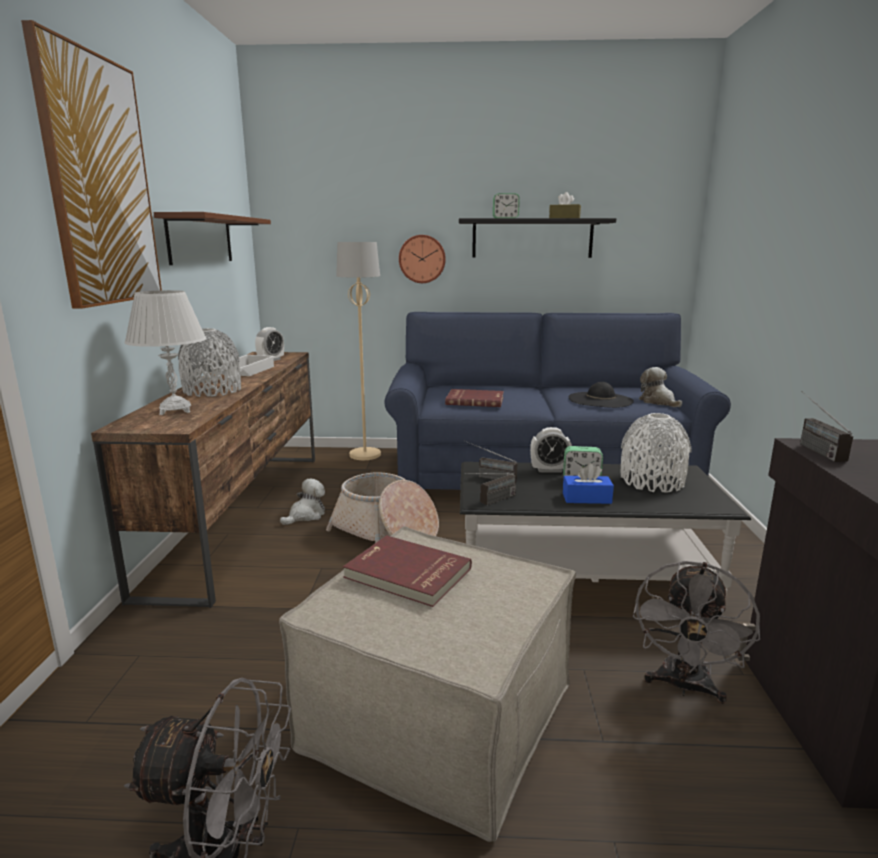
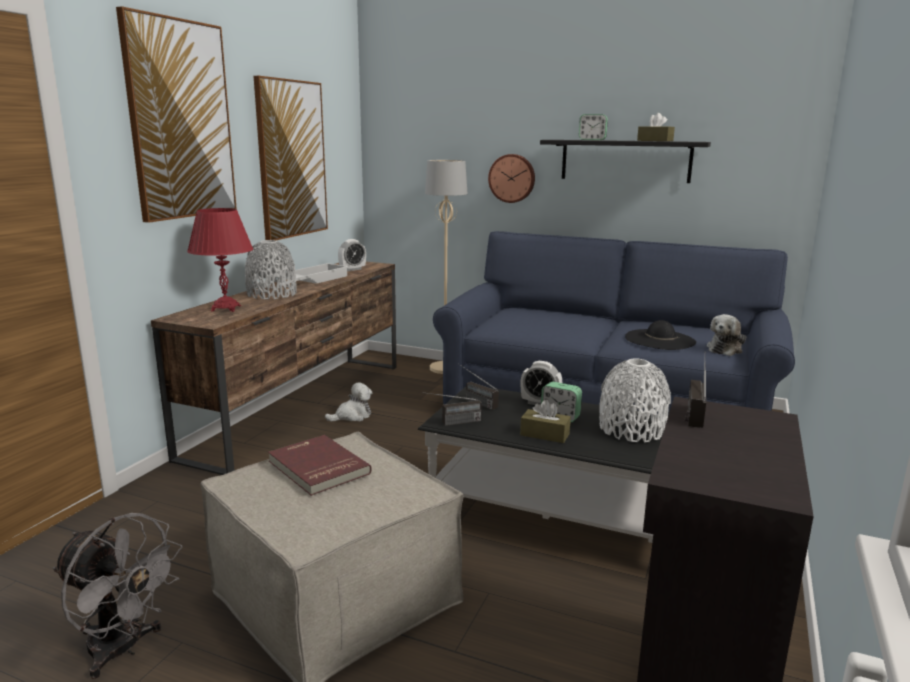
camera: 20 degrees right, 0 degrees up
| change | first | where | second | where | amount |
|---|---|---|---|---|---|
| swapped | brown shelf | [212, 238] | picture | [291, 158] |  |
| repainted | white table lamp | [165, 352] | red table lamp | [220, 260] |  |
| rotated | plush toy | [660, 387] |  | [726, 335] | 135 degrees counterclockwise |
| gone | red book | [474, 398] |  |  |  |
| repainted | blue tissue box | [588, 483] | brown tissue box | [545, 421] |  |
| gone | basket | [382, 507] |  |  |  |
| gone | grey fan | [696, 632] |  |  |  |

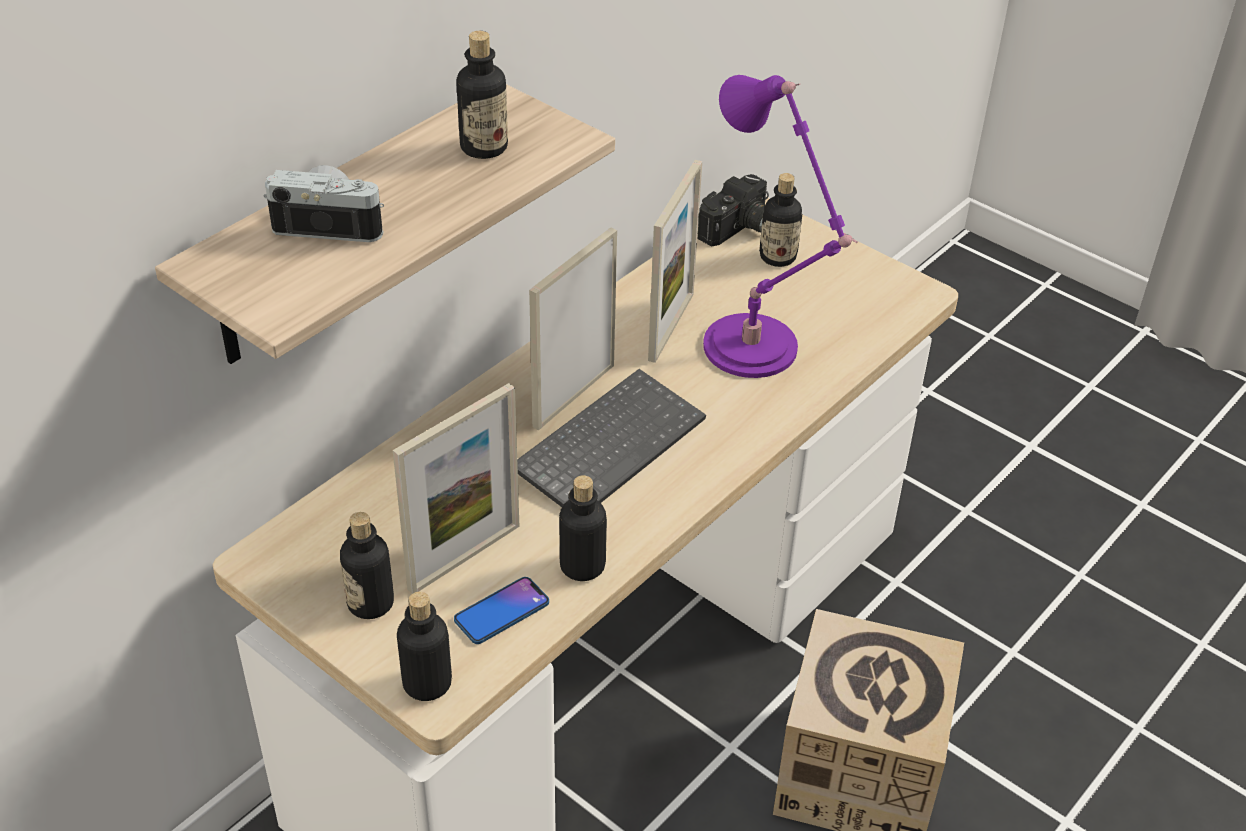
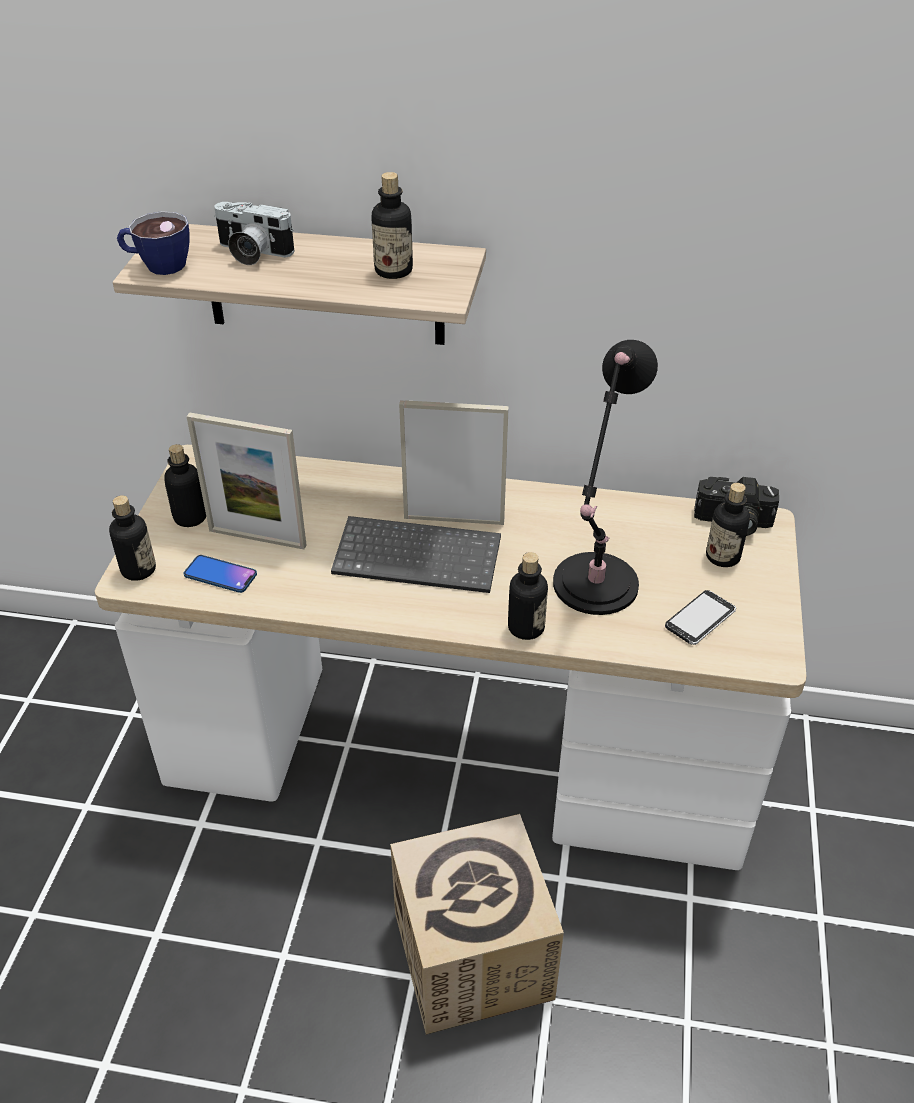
camera: 60 degrees right, 0 degrees up
| change | first | where | second | where | amount |
|---|---|---|---|---|---|
| repainted | purple table lamp | [780, 226] | black table lamp | [605, 477] |  |
| gone | picture frame | [675, 261] |  |  |  |
| rotated | photo camera | [323, 203] |  | [254, 233] | 135 degrees clockwise |
| shifted | bottle | [583, 528] |  | [528, 596] |  |
| new |  |  | cup | [153, 243] |  |
| new |  |  | phone | [700, 617] |  |

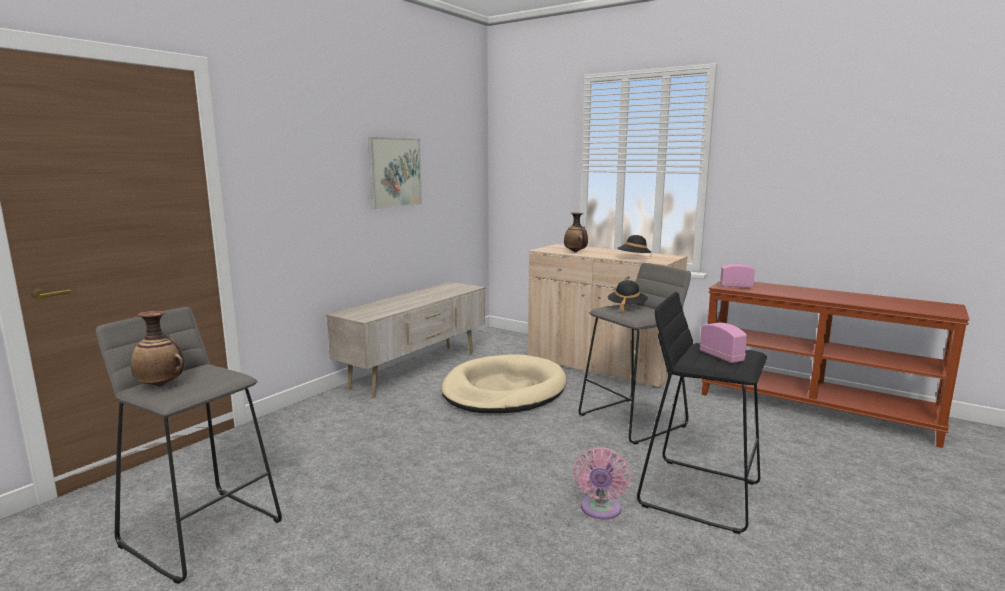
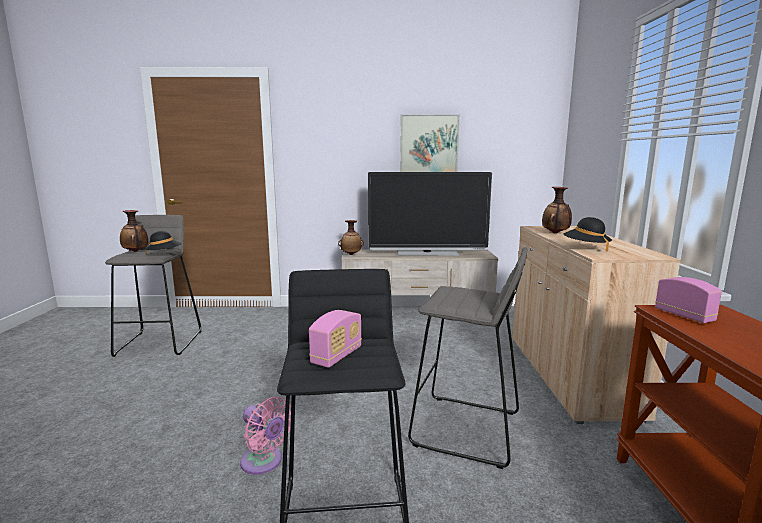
camera: 55 degrees right, 0 degrees up
| change | first | where | second | where | amount |
|---|---|---|---|---|---|
| shifted | black hat | [628, 296] |  | [163, 243] |  |
| gone | beige dog bed | [503, 383] |  |  |  |
| rotated | pink fan | [601, 483] |  | [265, 436] | 120 degrees counterclockwise |
| new |  |  | television | [430, 214] |  |
| new |  |  | vase | [351, 237] |  |

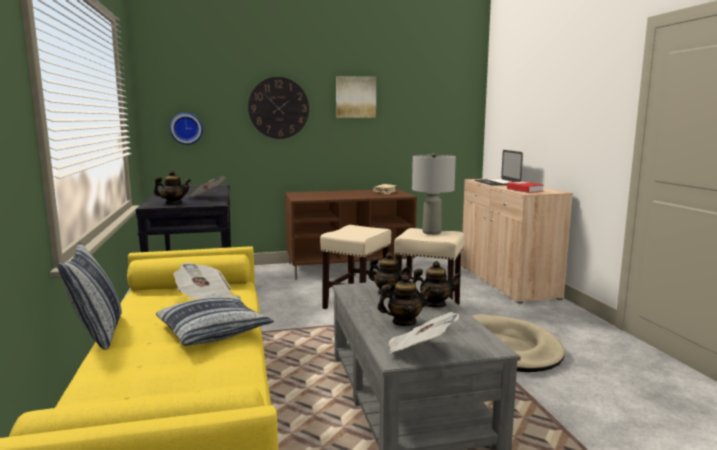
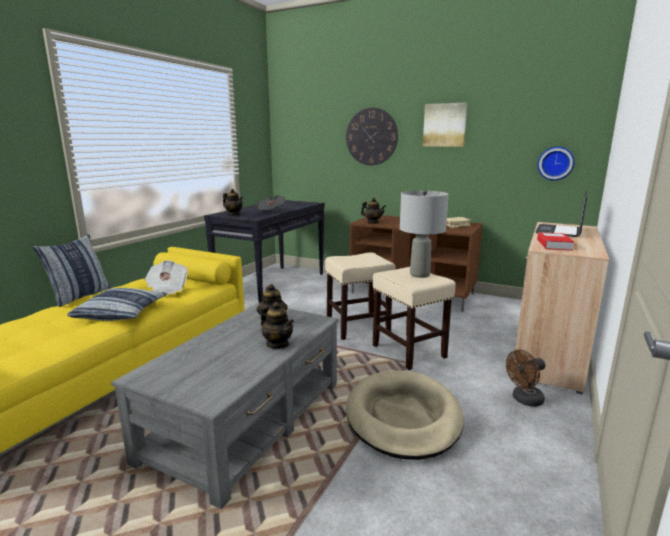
camera: 40 degrees right, 5 degrees up
| change | first | where | second | where | amount |
|---|---|---|---|---|---|
| shifted | wall clock | [186, 129] |  | [556, 164] |  |
| shifted | teapot | [404, 300] |  | [373, 210] |  |
| gone | newspaper | [424, 332] |  |  |  |
| new |  |  | brown fan | [525, 378] |  |

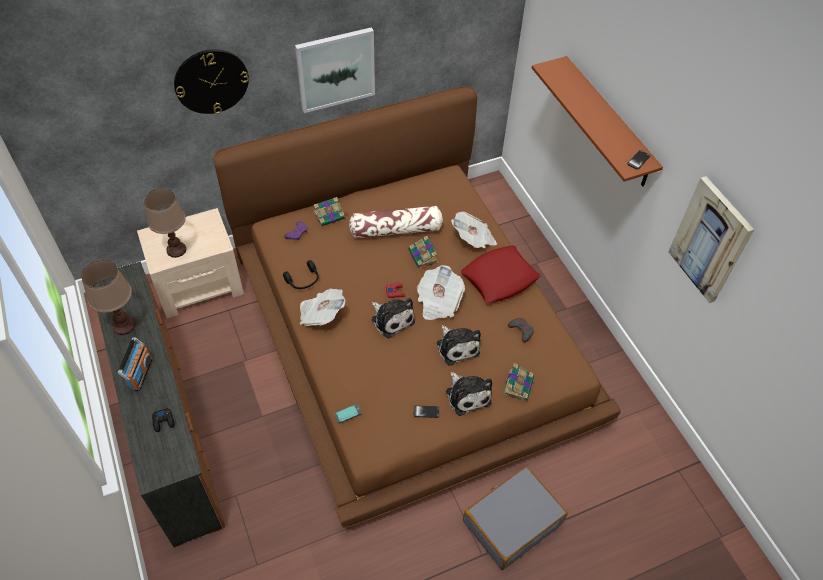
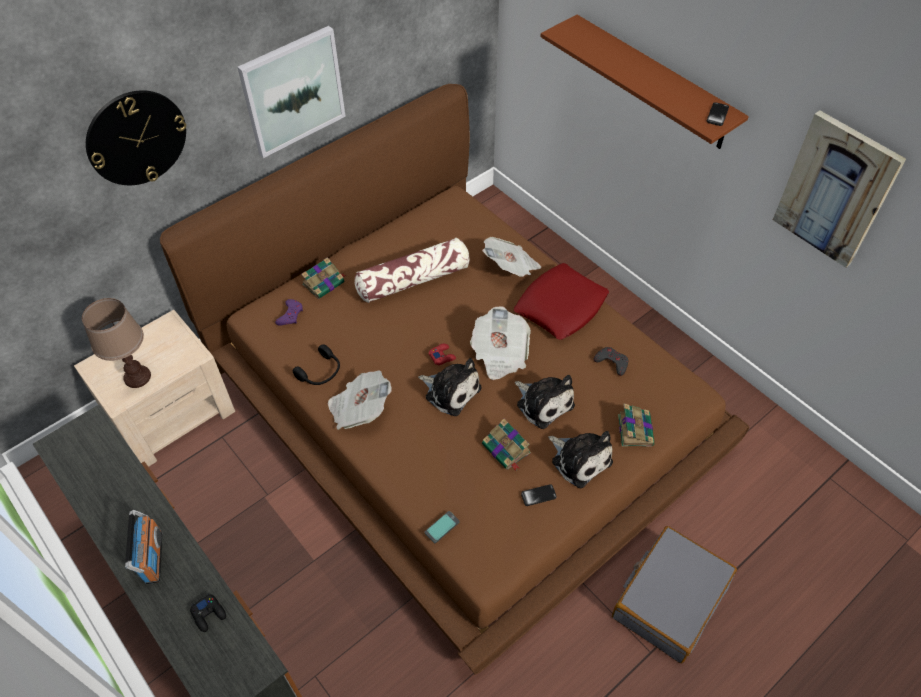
camera: 15 degrees left, 0 degrees up
| change | first | where | second | where | amount |
|---|---|---|---|---|---|
| shifted | book | [423, 253] |  | [506, 444] |  |
| gone | brown table lamp | [108, 297] |  |  |  |

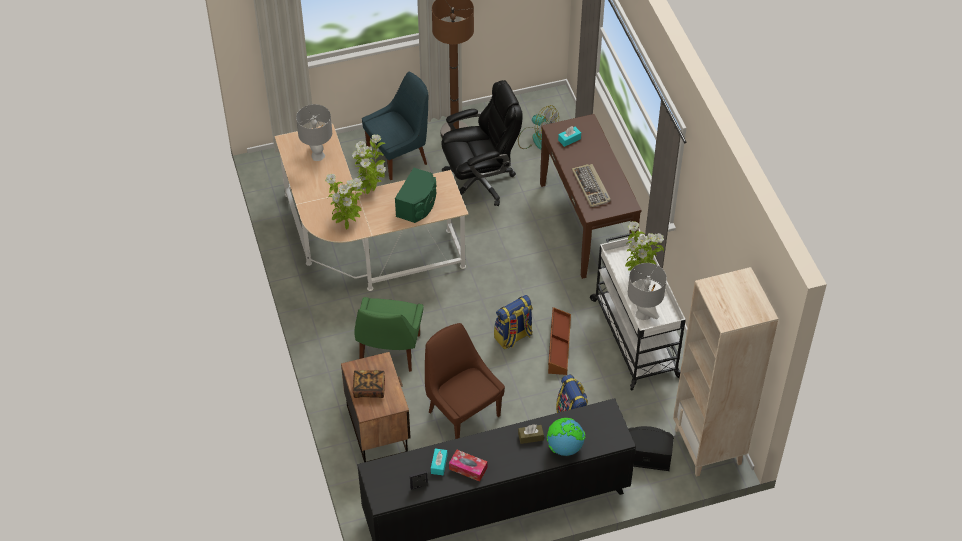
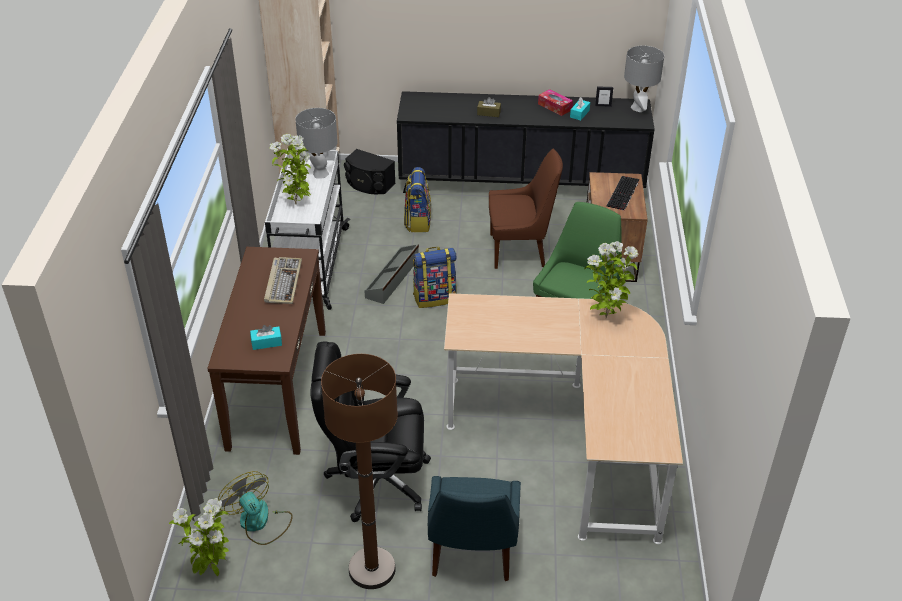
camera: 160 degrees left, 10 degrees down
| change | first | where | second | where | amount |
|---|---|---|---|---|---|
| rotated | blue chair | [395, 126] |  | [474, 528] | 75 degrees counterclockwise |
| shifted | grey table lamp | [314, 132] |  | [644, 79] |  |
| shifted | potted plant | [369, 164] |  | [199, 537] |  |
| gone | green speaker | [415, 195] |  |  |  |
| repainted | brown storage box | [559, 341] | grey storage box | [391, 274] |  |
| rotated | brown chair | [465, 381] |  | [526, 209] | 75 degrees counterclockwise |
| swapped | book | [369, 384] | keyboard | [623, 193] |  |
| gone | globe | [566, 437] |  |  |  |

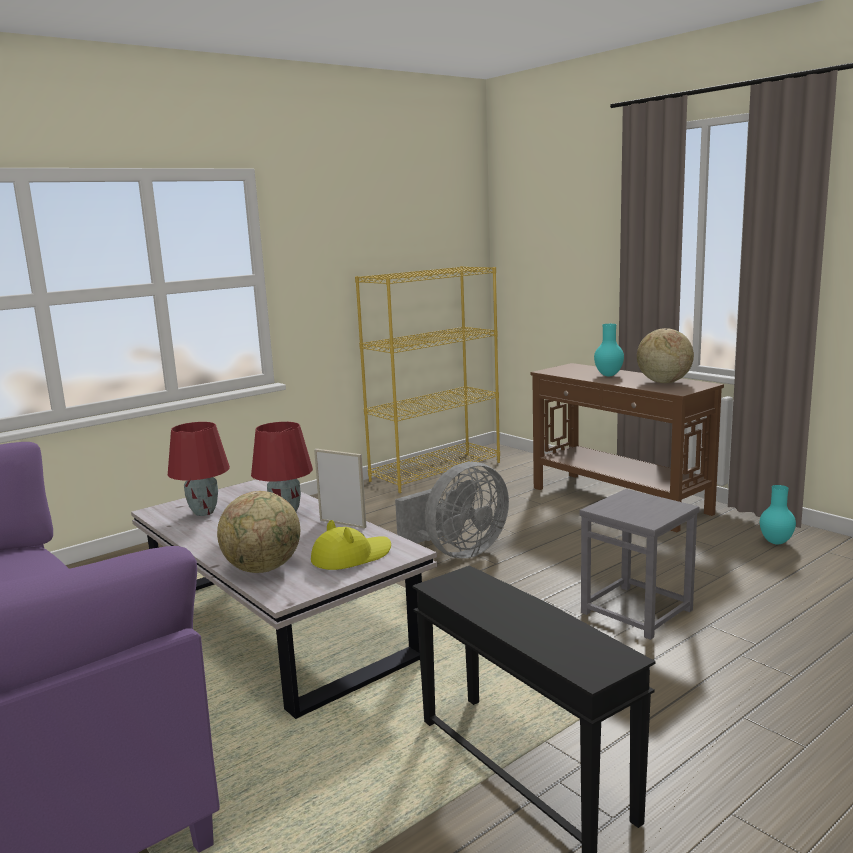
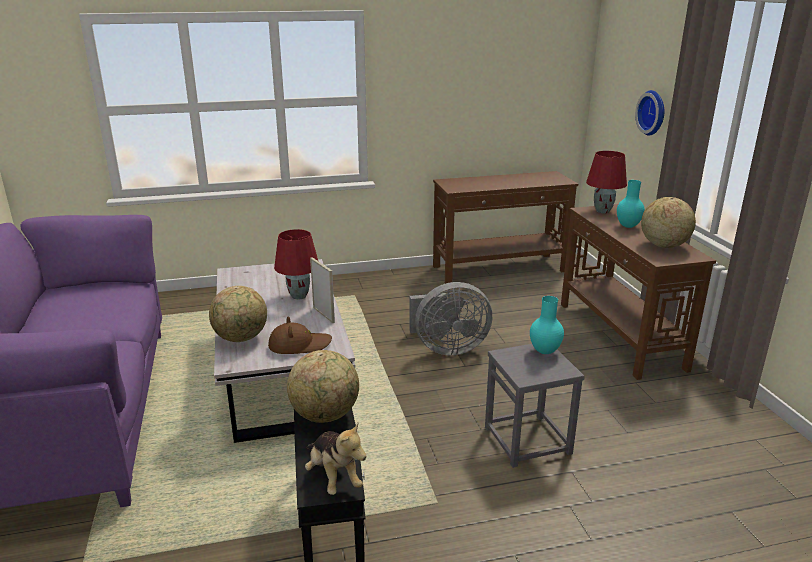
camera: 25 degrees right, 10 degrees up
| change | first | where | second | where | amount |
|---|---|---|---|---|---|
| swapped | yellow bookcase | [427, 379] | brown console table | [505, 227] |  |
| shifted | red table lamp | [199, 469] |  | [606, 182] |  |
| shifted | turquoise vase | [778, 515] |  | [547, 325] |  |
| repainted | yellow hat | [351, 545] | brown hat | [300, 335] |  |
| new |  |  | wall clock | [649, 113] |  |
| new |  |  | globe | [323, 386] |  |
| new |  |  | plush toy | [335, 459] |  |

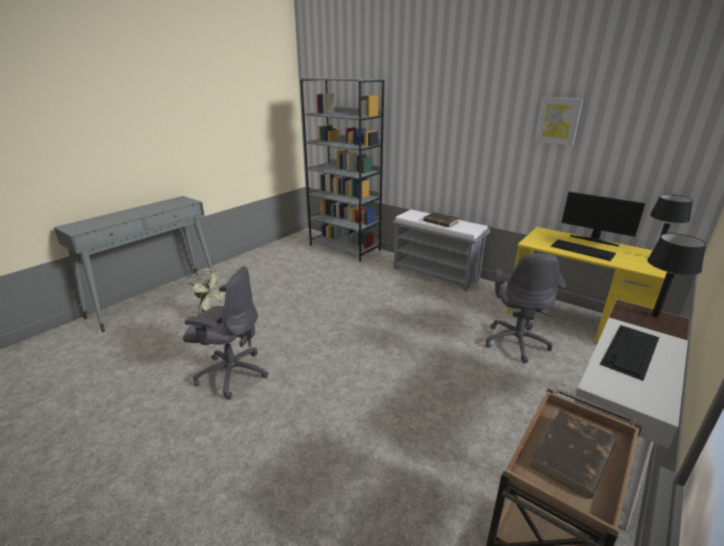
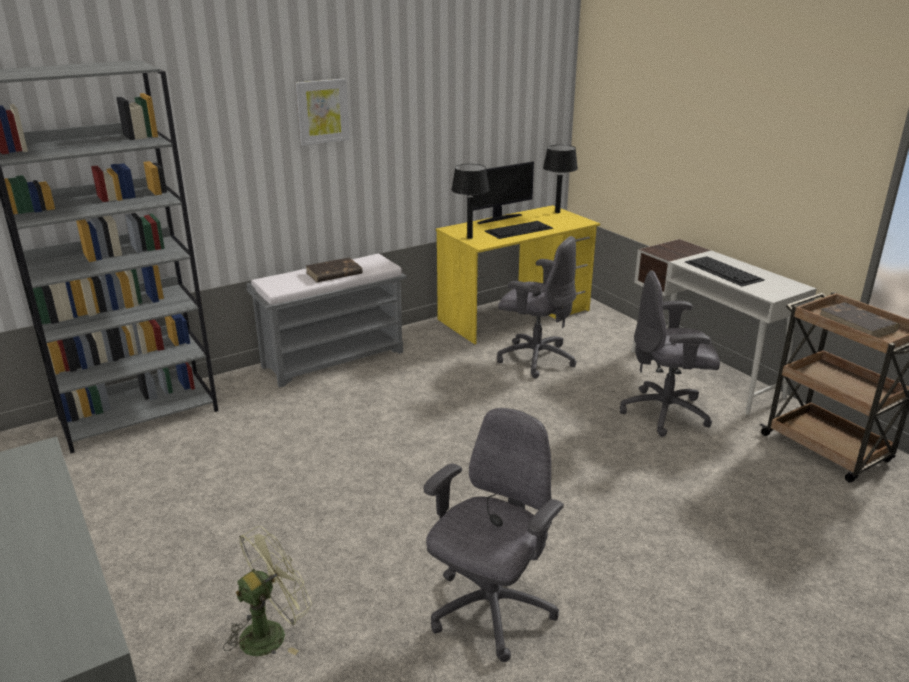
camera: 70 degrees left, 0 degrees up
| change | first | where | second | where | amount |
|---|---|---|---|---|---|
| shifted | picture | [558, 121] |  | [322, 112] |  |
| shifted | black table lamp | [676, 275] |  | [470, 201] |  |
| new |  |  | grey office chair | [670, 354] |  |

